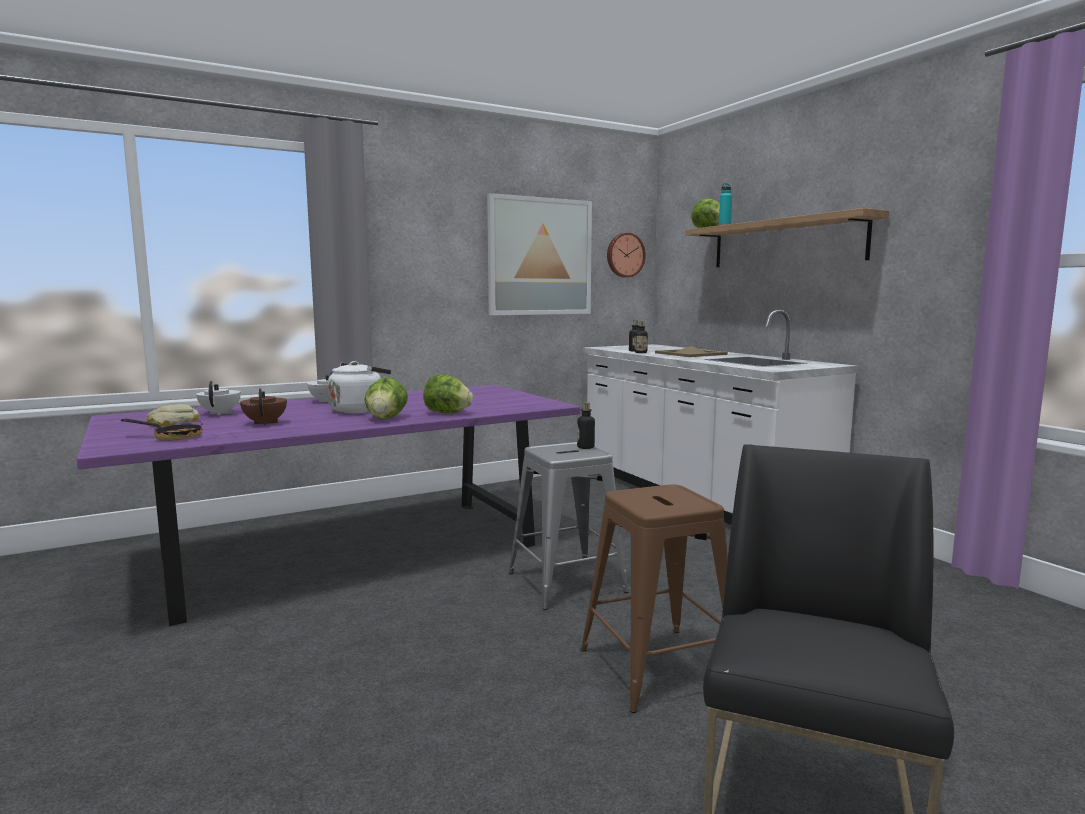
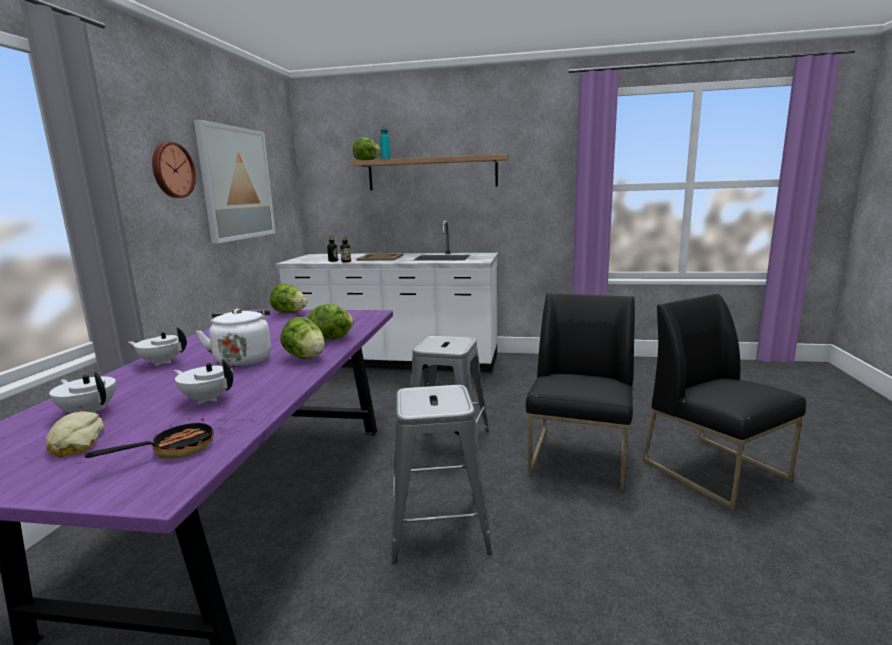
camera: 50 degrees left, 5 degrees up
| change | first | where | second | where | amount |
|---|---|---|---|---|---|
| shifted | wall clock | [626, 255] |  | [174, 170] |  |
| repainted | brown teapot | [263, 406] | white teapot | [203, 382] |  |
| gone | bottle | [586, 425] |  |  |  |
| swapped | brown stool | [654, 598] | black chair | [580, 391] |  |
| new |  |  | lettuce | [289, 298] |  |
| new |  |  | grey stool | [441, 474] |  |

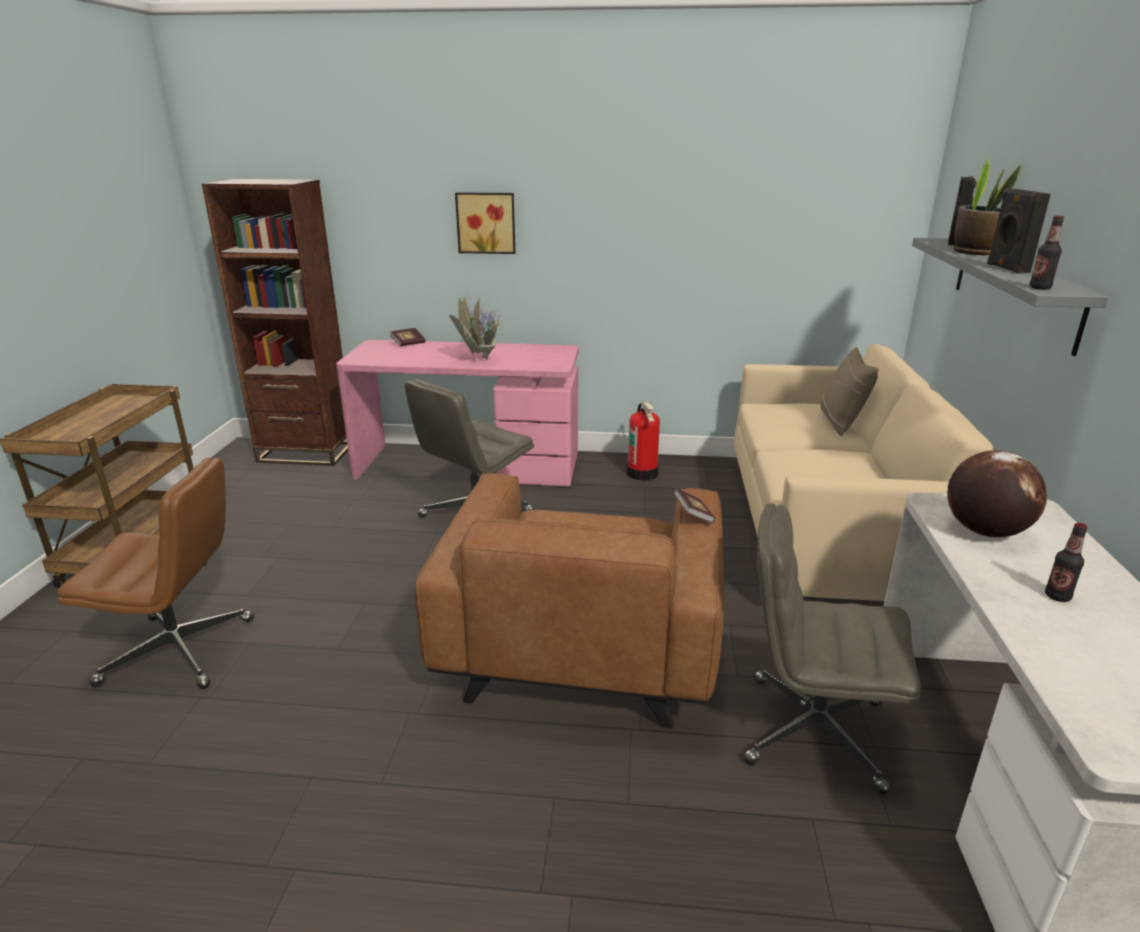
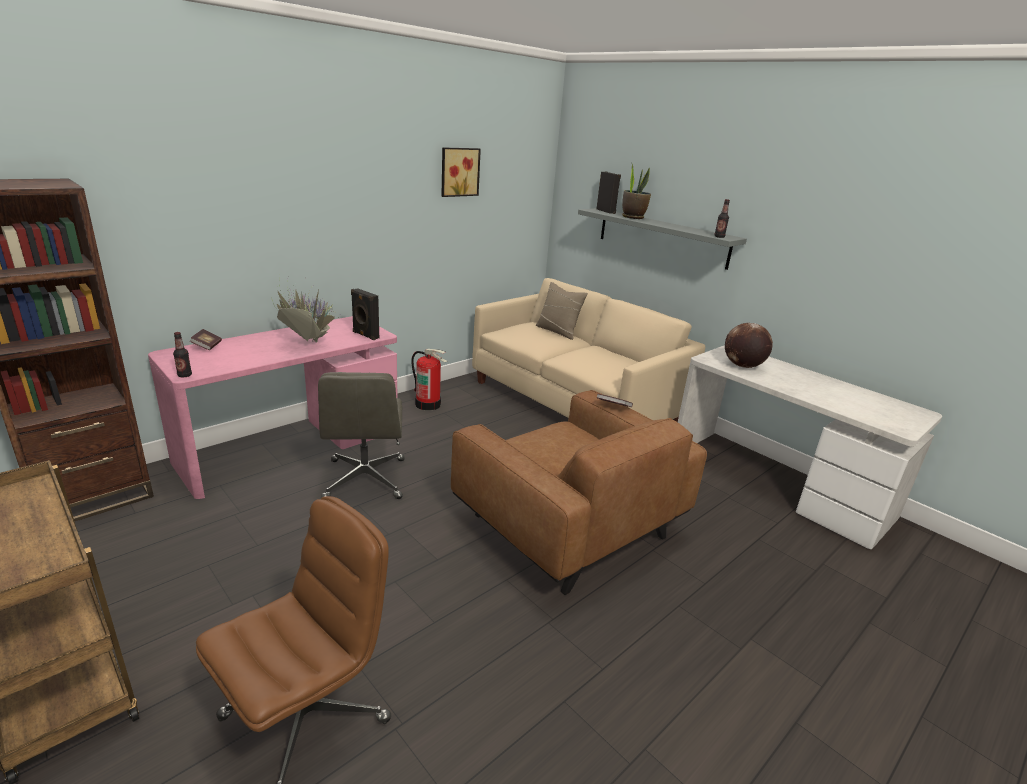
camera: 50 degrees left, 0 degrees up
| change | first | where | second | where | amount |
|---|---|---|---|---|---|
| shifted | black speaker | [1019, 231] |  | [365, 314] |  |
| shifted | picture | [485, 223] |  | [461, 172] |  |
| gone | grey office chair | [832, 649] |  |  |  |
| shifted | bottle | [1066, 562] |  | [182, 354] |  |

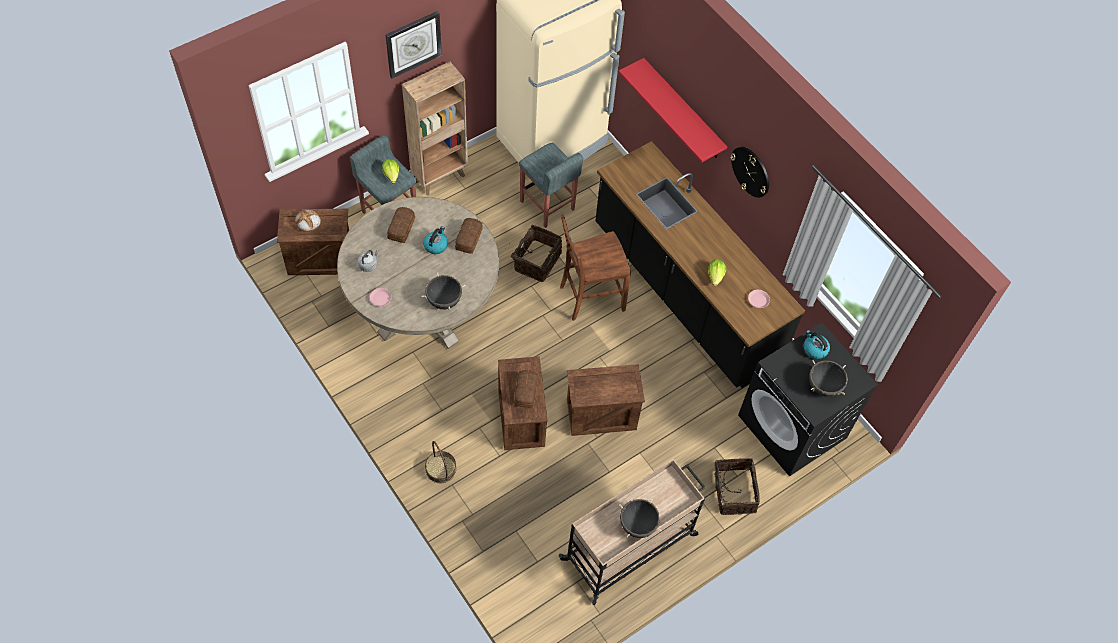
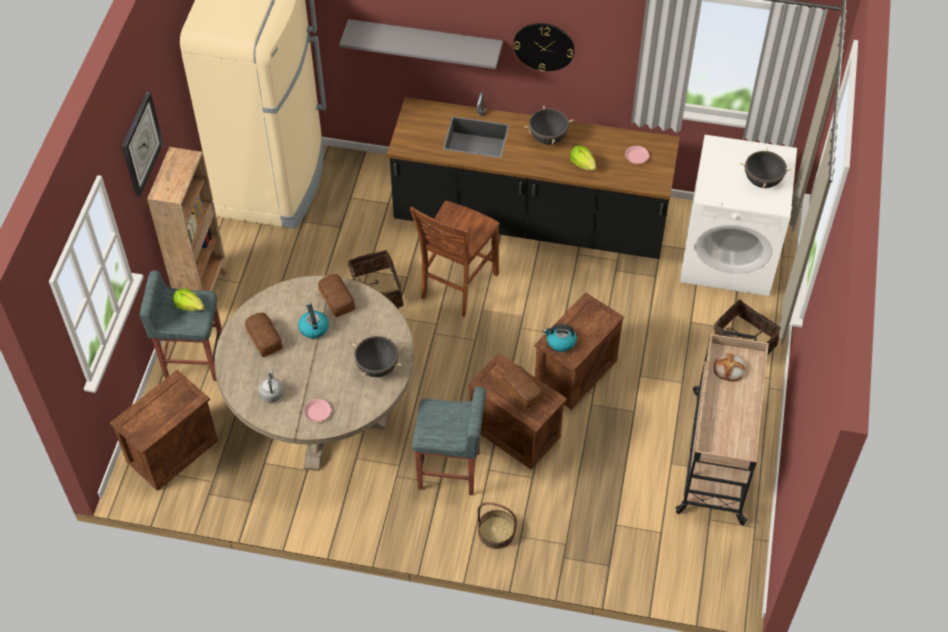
camera: 40 degrees left, 5 degrees down
| change | first | where | second | where | amount |
|---|---|---|---|---|---|
| repainted | red shelf | [672, 110] | grey shelf | [421, 44] |  |
| shifted | grey stool | [551, 185] |  | [449, 441] |  |
| shifted | bread | [308, 221] |  | [729, 367] |  |
| repainted | black washing machine | [808, 399] | white washing machine | [738, 215] |  |
| shifted | kettle | [817, 344] |  | [560, 338] |  |
| shifted | black cooking pot | [640, 518] |  | [548, 125] |  |

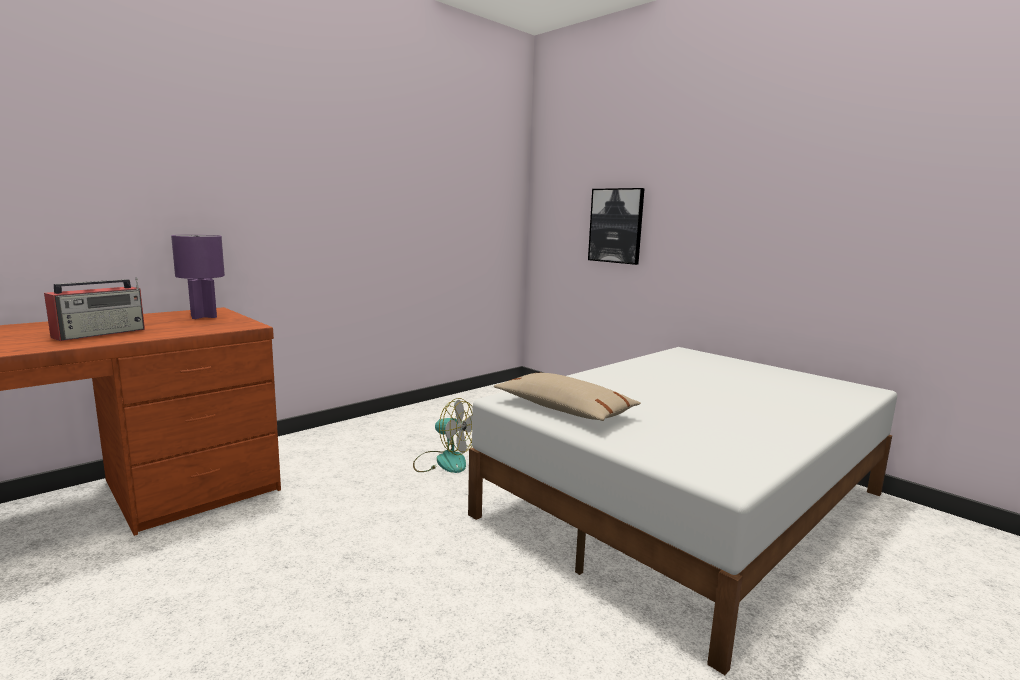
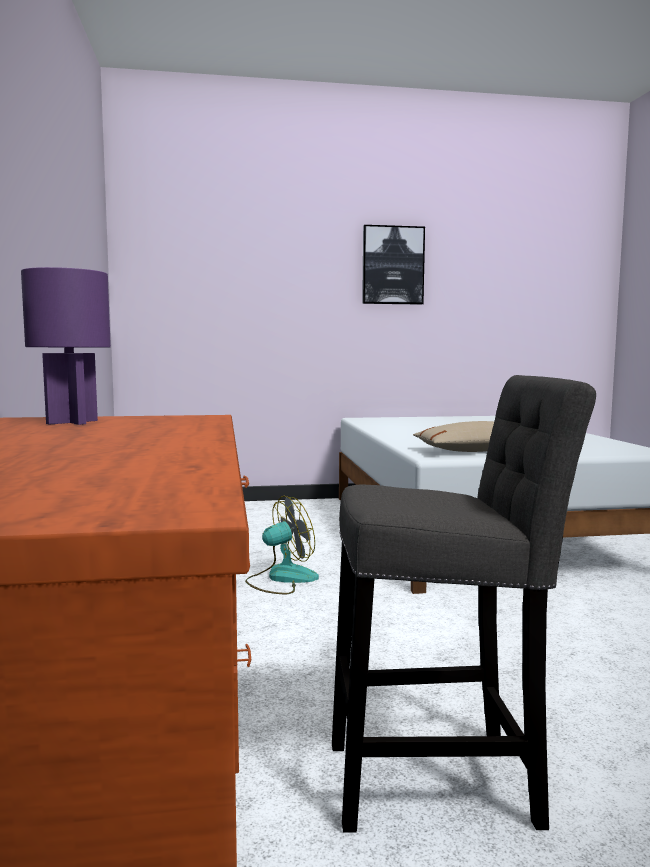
camera: 55 degrees left, 5 degrees down
| change | first | where | second | where | amount |
|---|---|---|---|---|---|
| shifted | picture | [616, 226] |  | [393, 265] |  |
| gone | radio | [94, 309] |  |  |  |
| new |  |  | grey stool | [464, 604] |  |

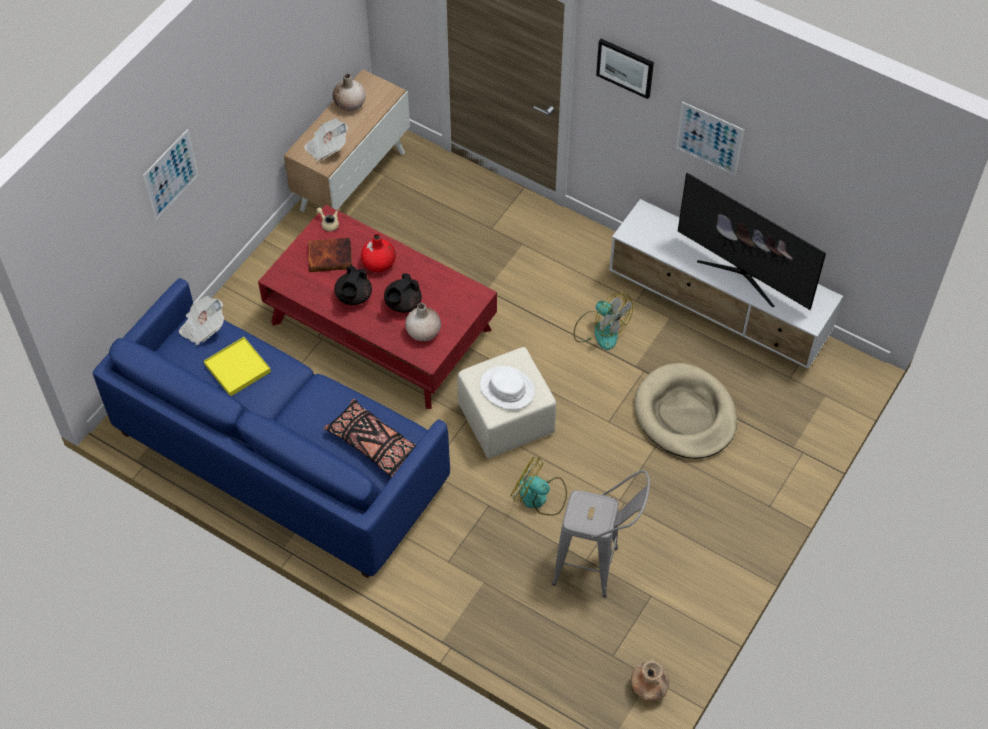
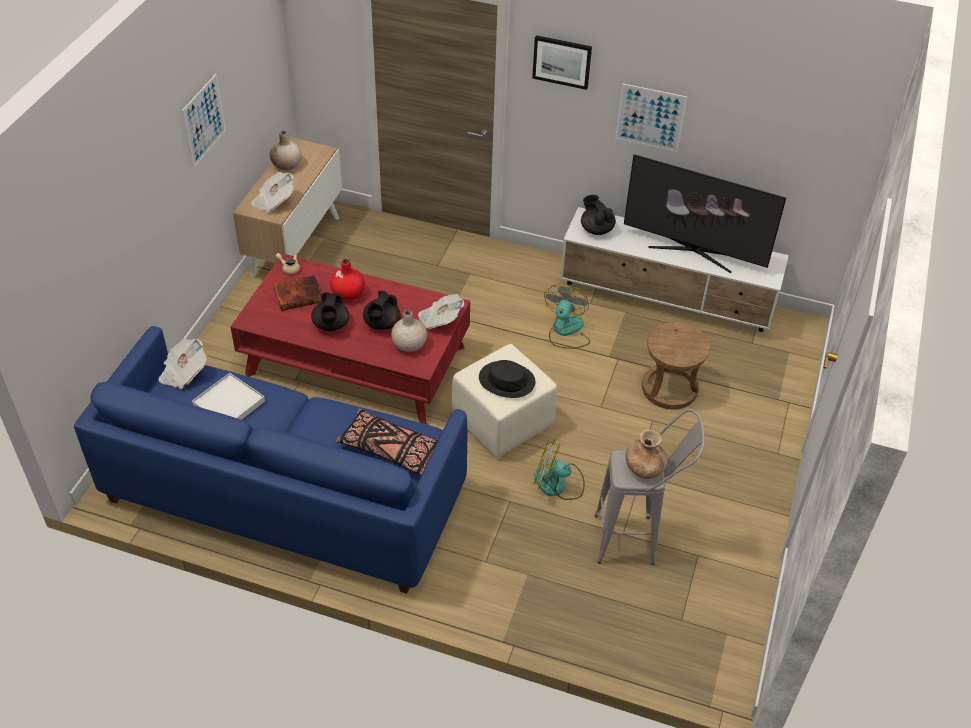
camera: 15 degrees left, 10 degrees down
| change | first | where | second | where | amount |
|---|---|---|---|---|---|
| shifted | picture | [171, 175] |  | [204, 121] |  |
| rotated | fan | [603, 321] |  | [567, 316] | 105 degrees counterclockwise |
| repainted | yellow tray | [237, 366] | white tray | [228, 396] |  |
| swapped | beige dog bed | [685, 411] | brown stool | [676, 366] |  |
| repainted | white hat | [507, 388] | black hat | [507, 379] |  |
| shifted | brown vase | [650, 680] |  | [646, 454] |  |
| new |  |  | black teapot | [598, 215] |  |
| new |  |  | newspaper | [441, 311] |  |

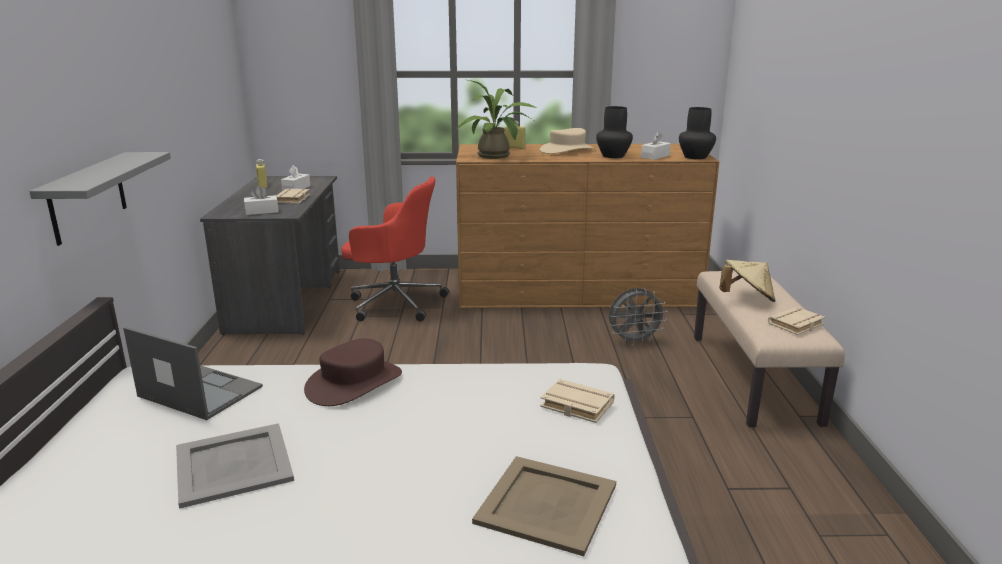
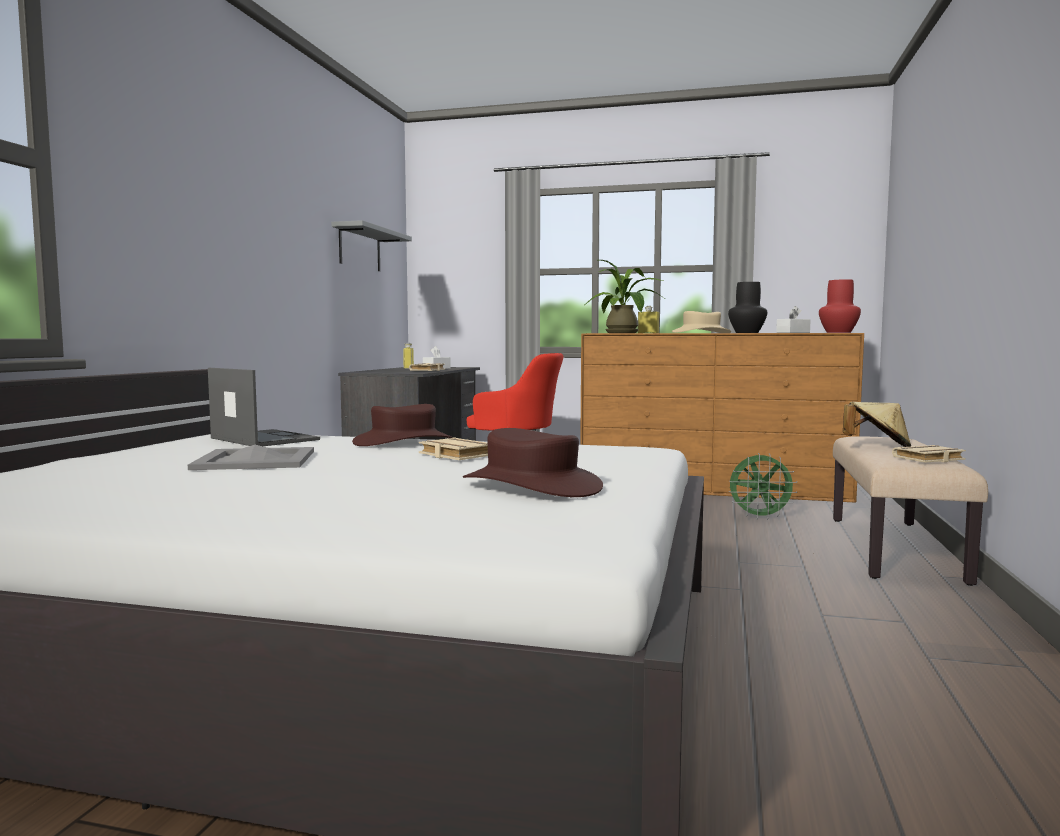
camera: 15 degrees right, 15 degrees down
| change | first | where | second | where | amount |
|---|---|---|---|---|---|
| repainted | black vase | [697, 133] | red vase | [840, 306] |  |
| shifted | grey shelf | [100, 199] |  | [371, 245] |  |
| gone | white tissue box | [261, 200] |  |  |  |
| repainted | grey fan | [638, 317] | green fan | [763, 486] |  |
| shifted | beige book | [577, 401] |  | [453, 449] |  |
| swapped | beige tray | [544, 506] | brown hat | [533, 462] |  |

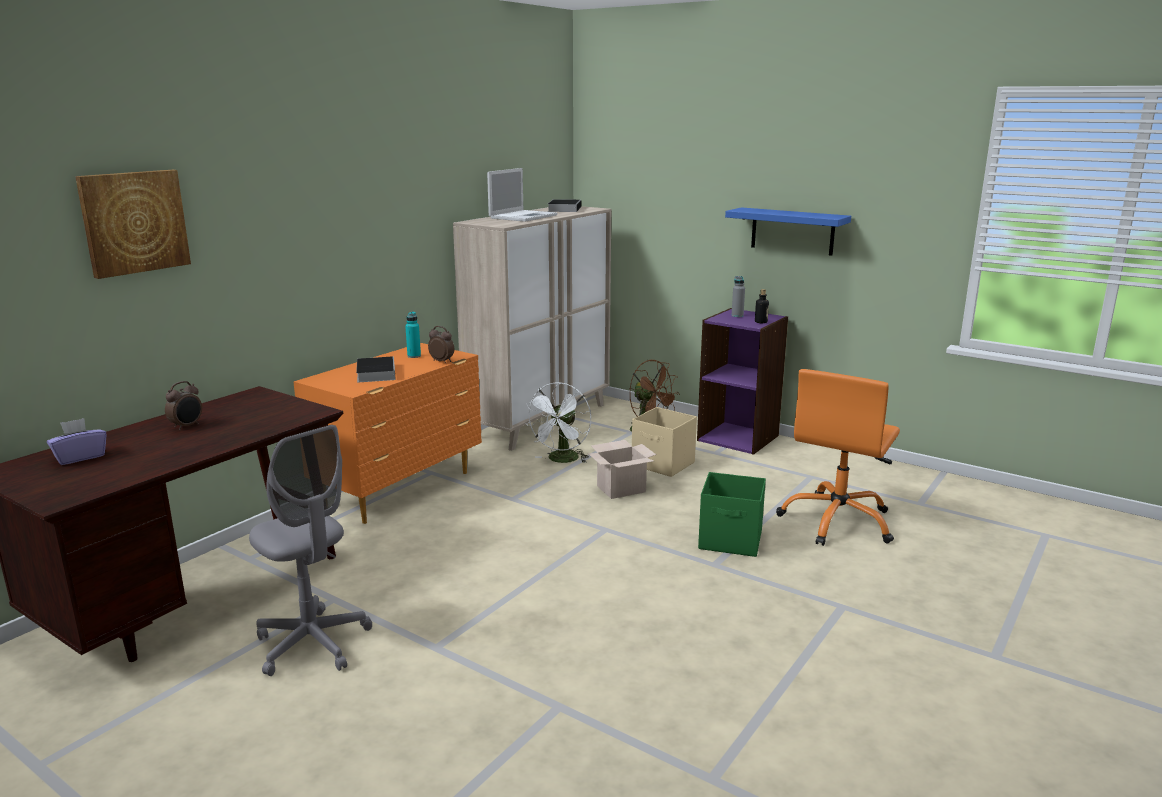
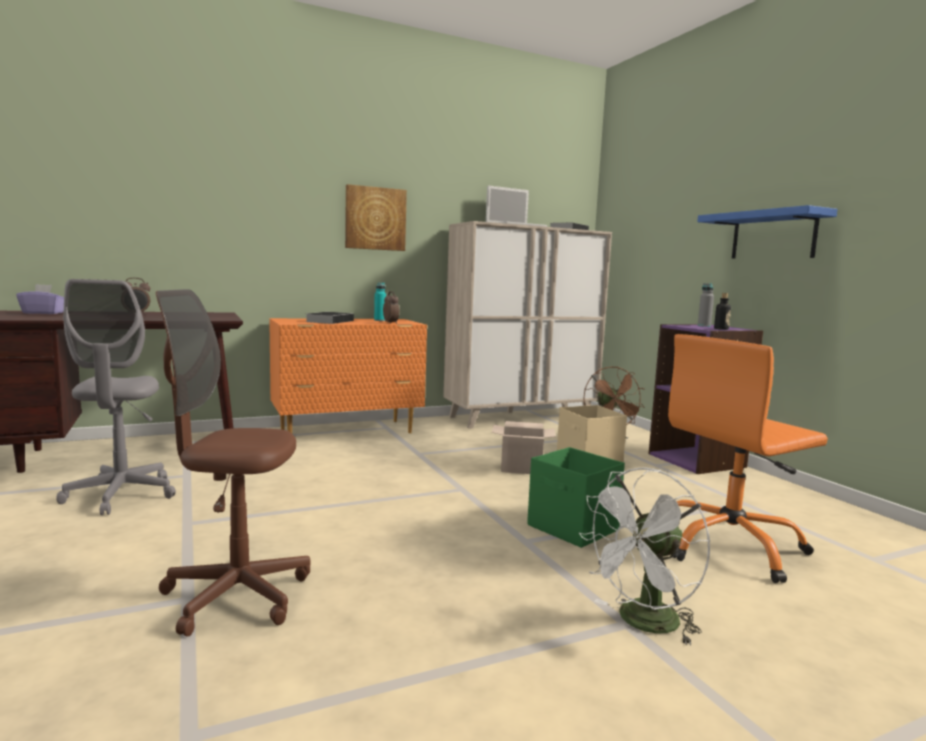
camera: 30 degrees right, 10 degrees down
| change | first | where | second | where | amount |
|---|---|---|---|---|---|
| shifted | picture | [133, 224] |  | [376, 217] |  |
| shifted | white fan | [558, 422] |  | [644, 556] |  |
| new |  |  | brown office chair | [233, 463] |  |

